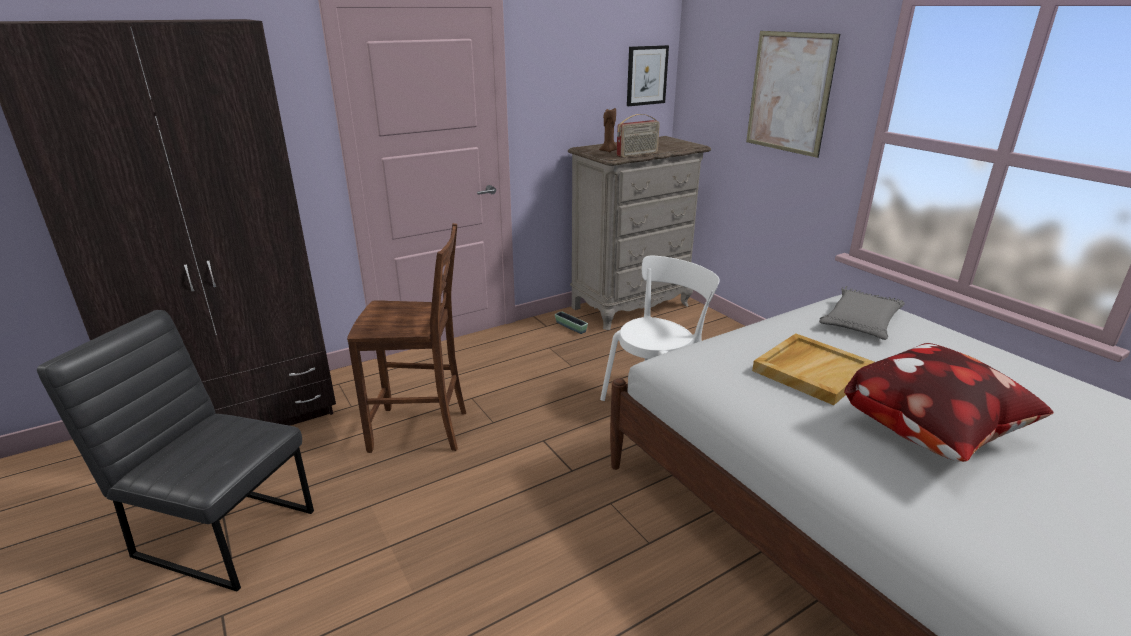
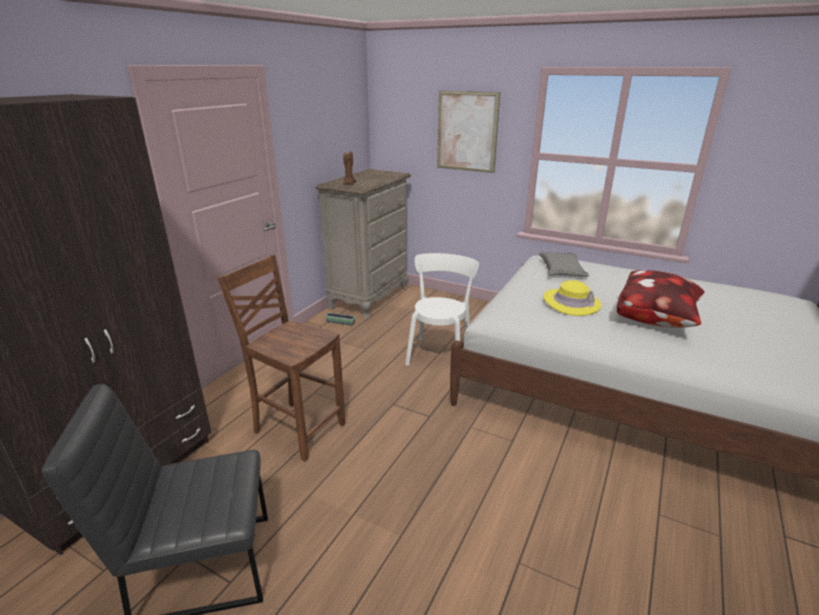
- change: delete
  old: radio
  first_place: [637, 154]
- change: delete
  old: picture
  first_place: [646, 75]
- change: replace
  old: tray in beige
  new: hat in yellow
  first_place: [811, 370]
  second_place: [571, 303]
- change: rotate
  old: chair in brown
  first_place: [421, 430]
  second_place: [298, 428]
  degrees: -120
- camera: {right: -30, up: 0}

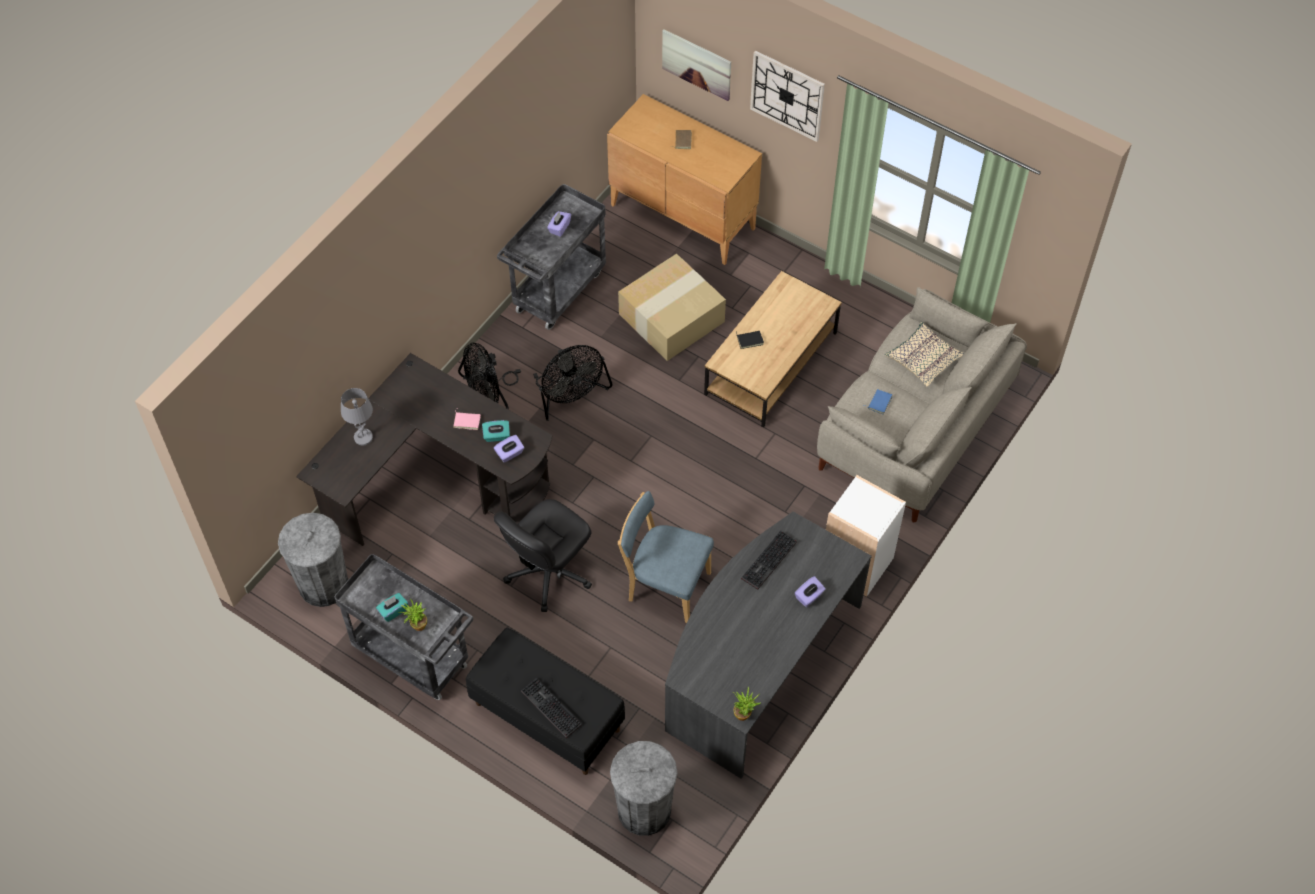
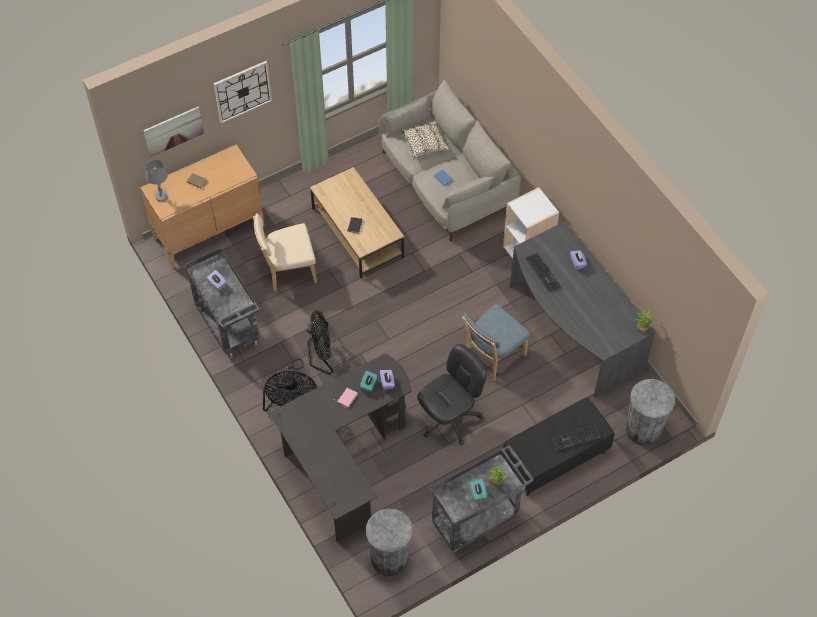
- change: move
  old: table lamp in grey
  first_place: [363, 437]
  second_place: [161, 196]
- change: replace
  old: cardboard box
  new: chair in beige
  first_place: [671, 316]
  second_place: [288, 271]
- change: rotate
  old: office chair in black
  first_place: [548, 572]
  second_place: [449, 418]
  degrees: -105
- camera: {right: -65, up: 0}

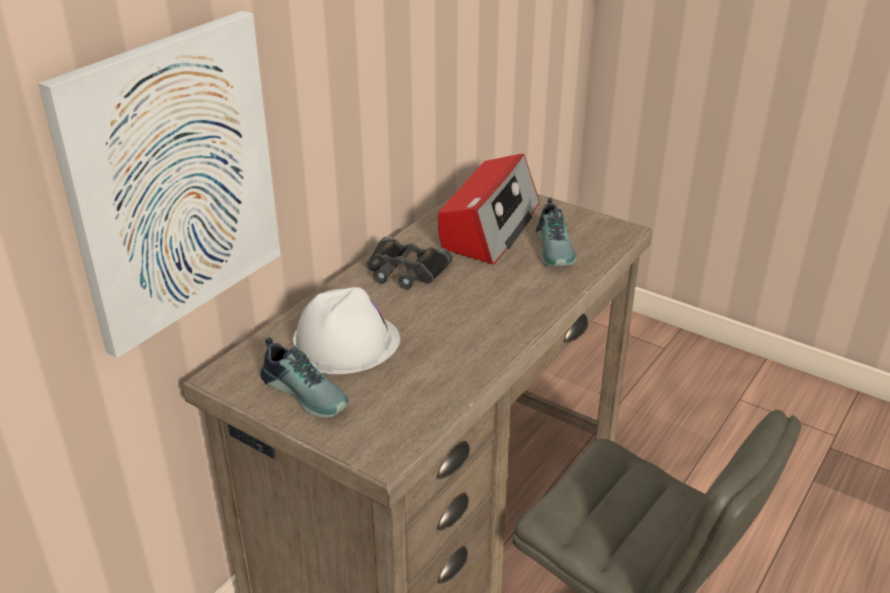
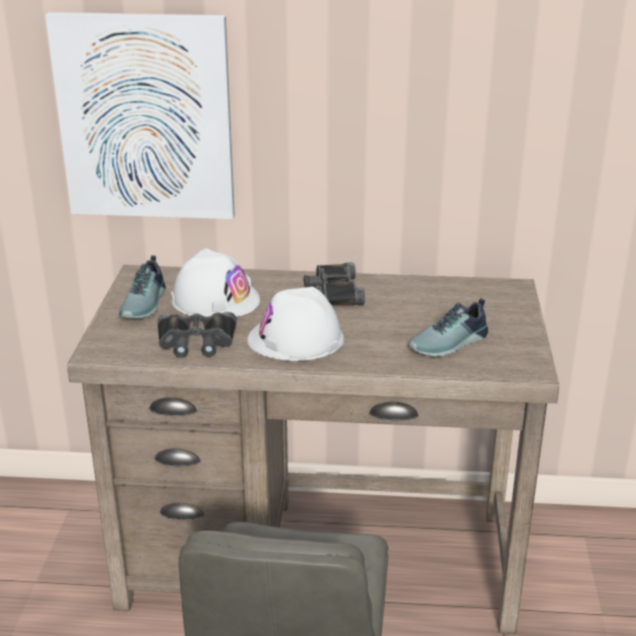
- change: delete
  old: radio
  first_place: [489, 227]
- change: insert
  new: binoculars in black
  second_place: [196, 342]
- change: insert
  new: hard hat in white
  second_place: [296, 339]
- camera: {right: 60, up: -5}

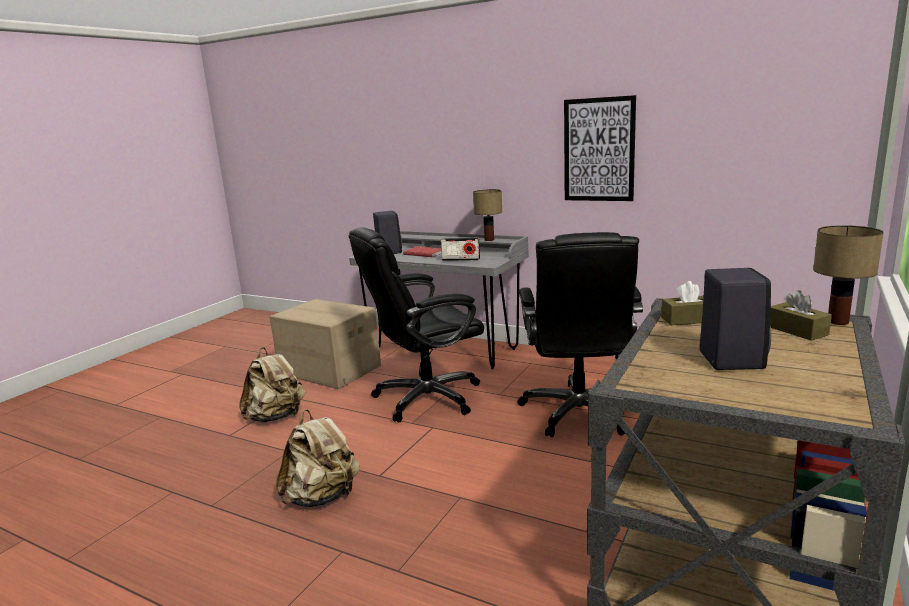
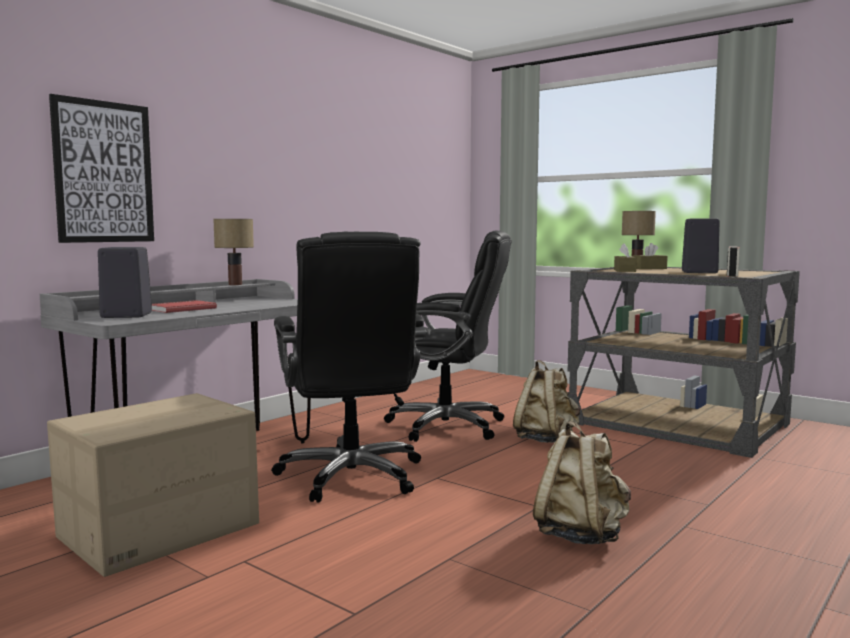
- change: move
  old: backpack in beige
  first_place: [276, 417]
  second_place: [546, 440]
- change: move
  old: radio
  first_place: [461, 259]
  second_place: [732, 275]
- change: move
  old: picture
  first_place: [599, 150]
  second_place: [103, 172]
- camera: {right: -80, up: -10}

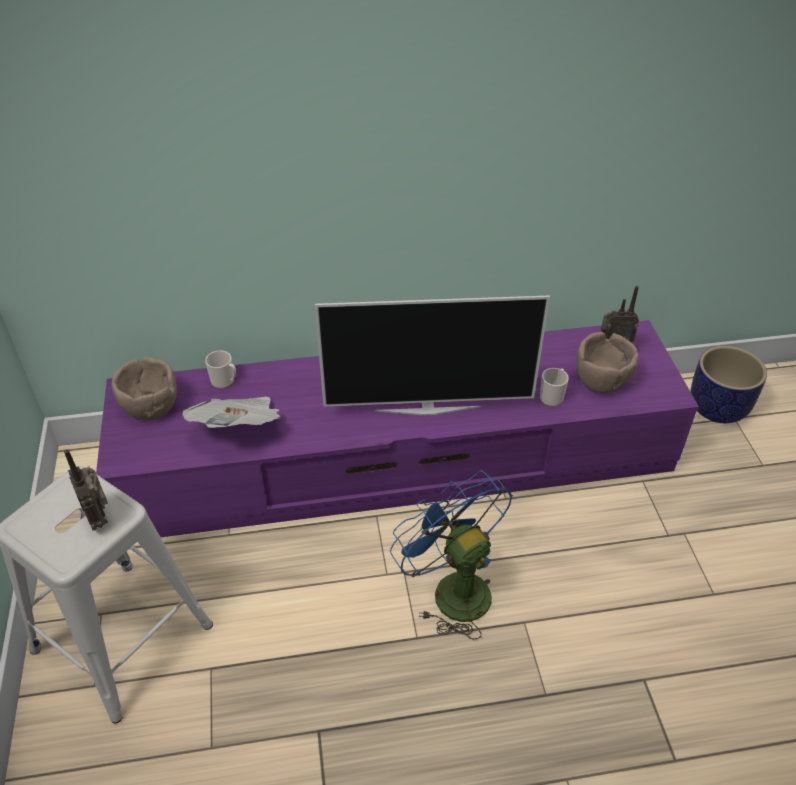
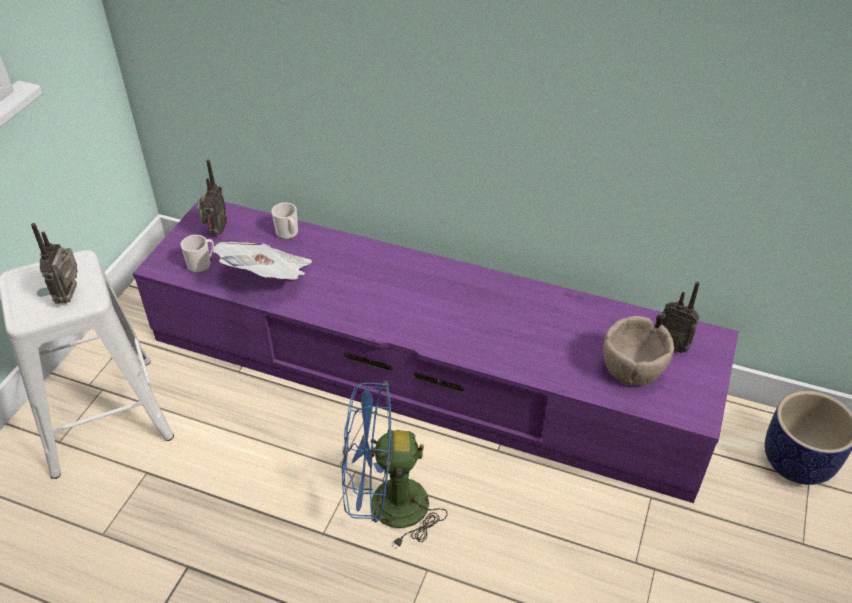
- change: delete
  old: television
  first_place: [427, 407]
- change: move
  old: mug
  first_place: [552, 396]
  second_place: [202, 264]
- change: replace
  old: bowl in brown
  new: radio
  first_place: [150, 407]
  second_place: [215, 232]
- change: rotate
  old: fan in blue
  first_place: [452, 588]
  second_place: [385, 507]
  degrees: -90
- camera: {right: 30, up: 0}

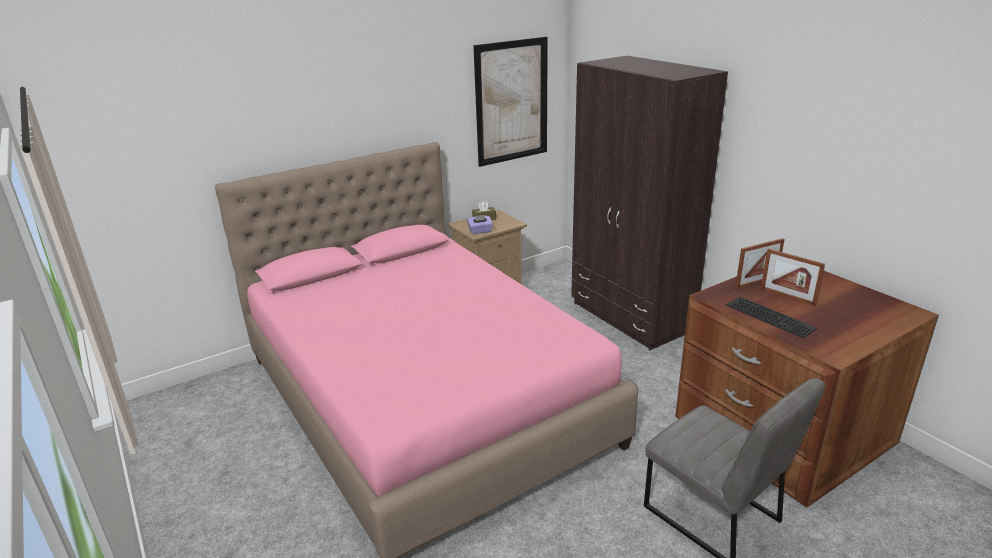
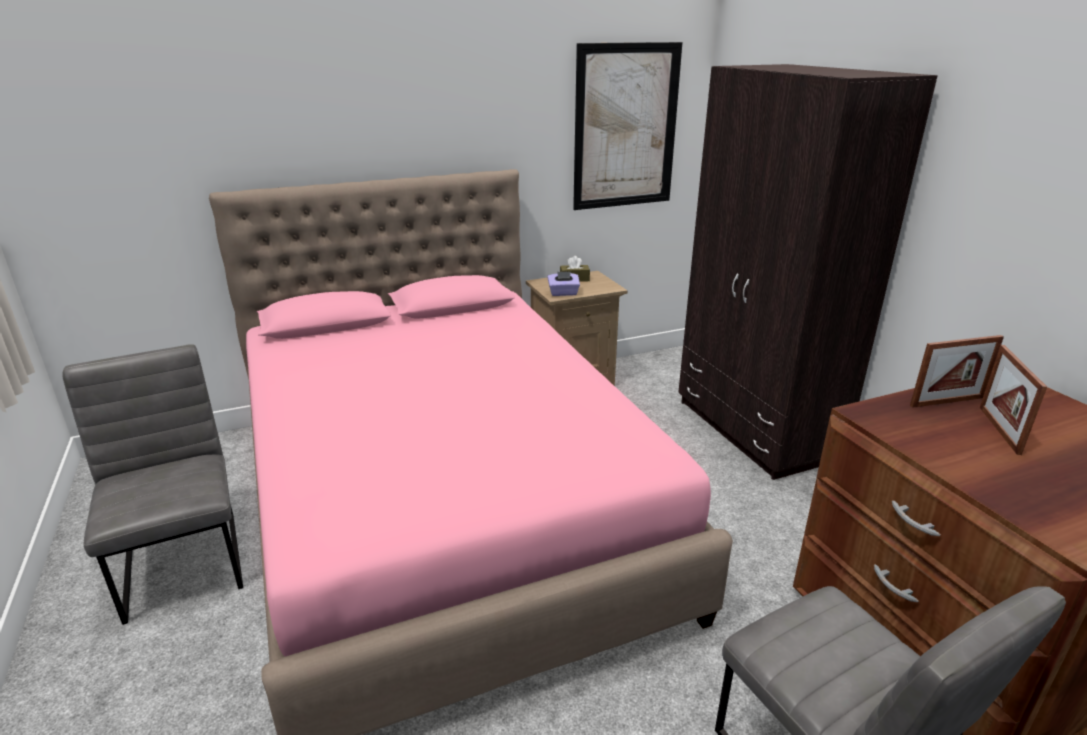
- change: delete
  old: keyboard
  first_place: [771, 316]
- change: insert
  new: chair in grey
  second_place: [184, 560]
- change: rotate
  old: picture frame
  first_place: [787, 296]
  second_place: [999, 430]
  degrees: 45
- camera: {right: 10, up: 0}

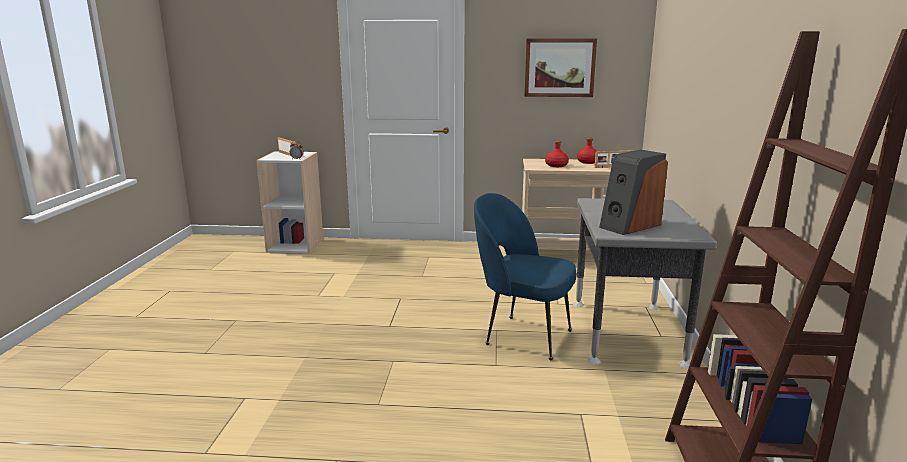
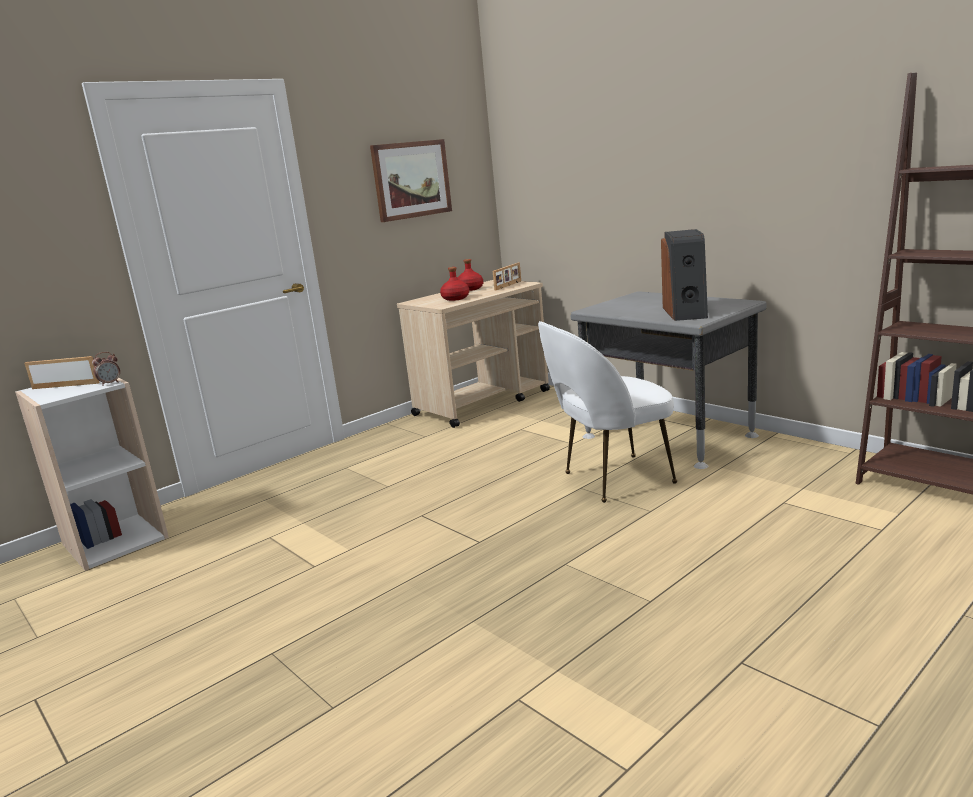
- change: recolor
  old: chair in blue
  new: chair in white
  first_place: [522, 336]
  second_place: [610, 480]
- camera: {right: -45, up: 0}

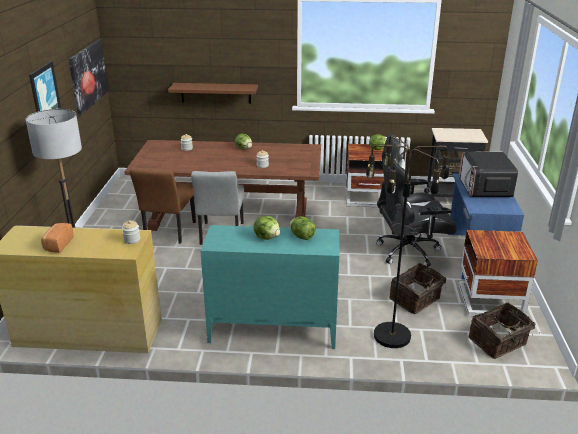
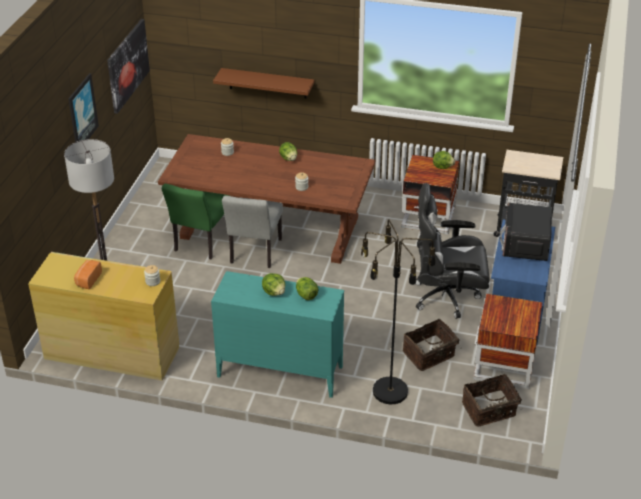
- change: recolor
  old: chair in brown
  new: chair in green
  first_place: [168, 233]
  second_place: [200, 244]
- camera: {right: 10, up: 10}

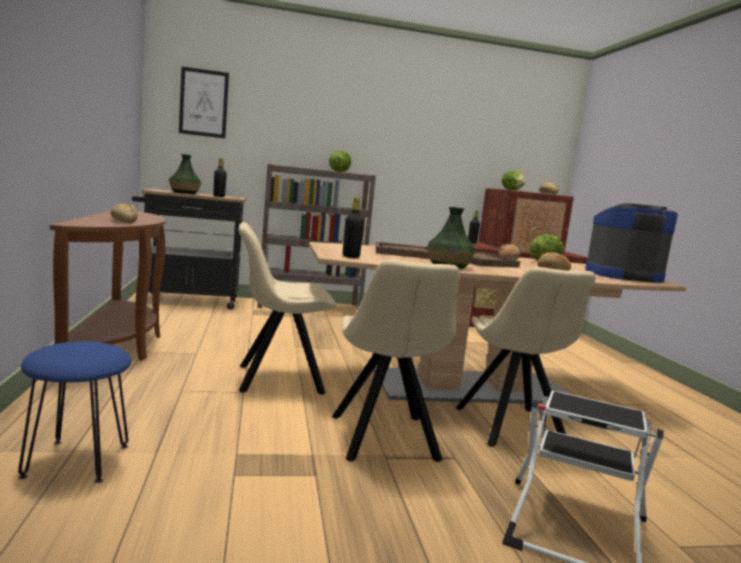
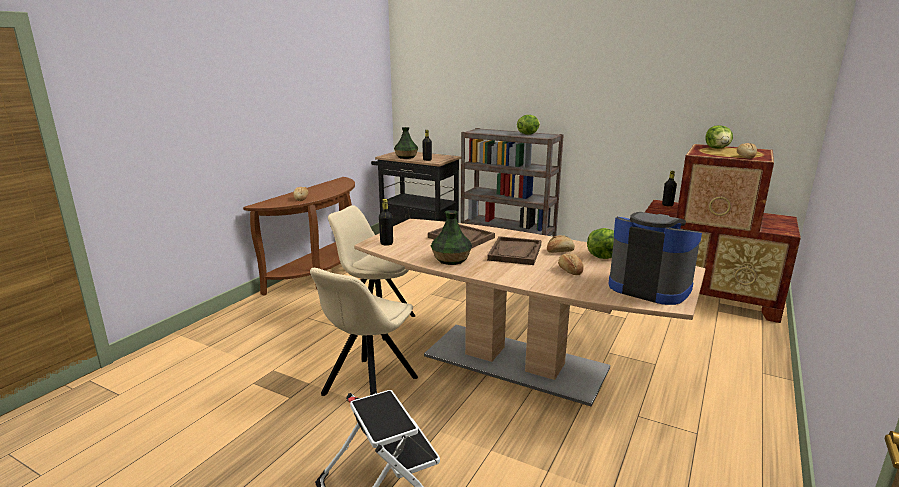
- change: delete
  old: stool in blue
  first_place: [77, 461]
- change: delete
  old: picture
  first_place: [203, 103]
- change: delete
  old: chair in beige
  first_place: [510, 427]
- camera: {right: 40, up: 10}

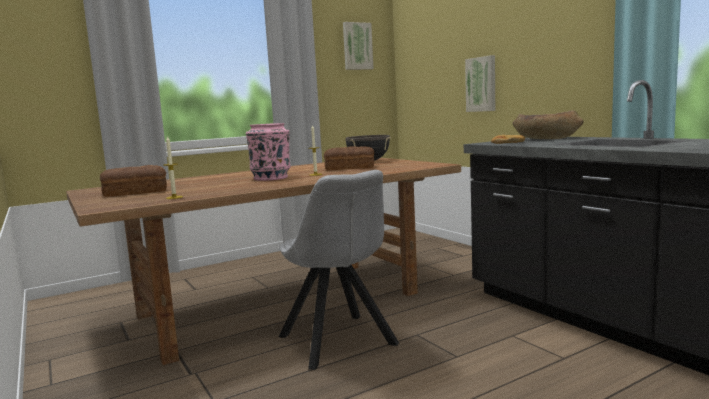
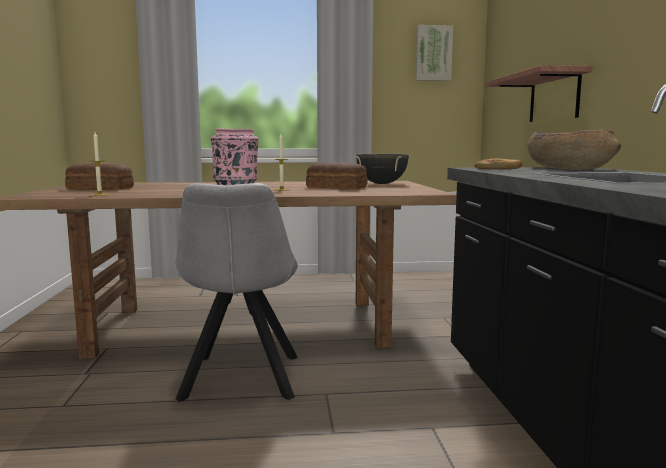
- change: replace
  old: picture
  new: shelf
  first_place: [481, 84]
  second_place: [554, 97]
- camera: {right: 25, up: 0}

